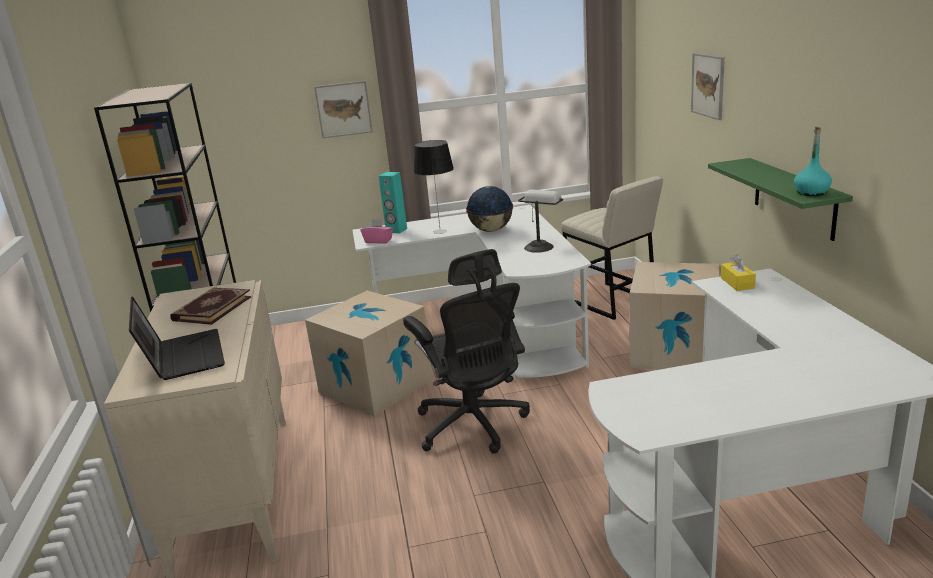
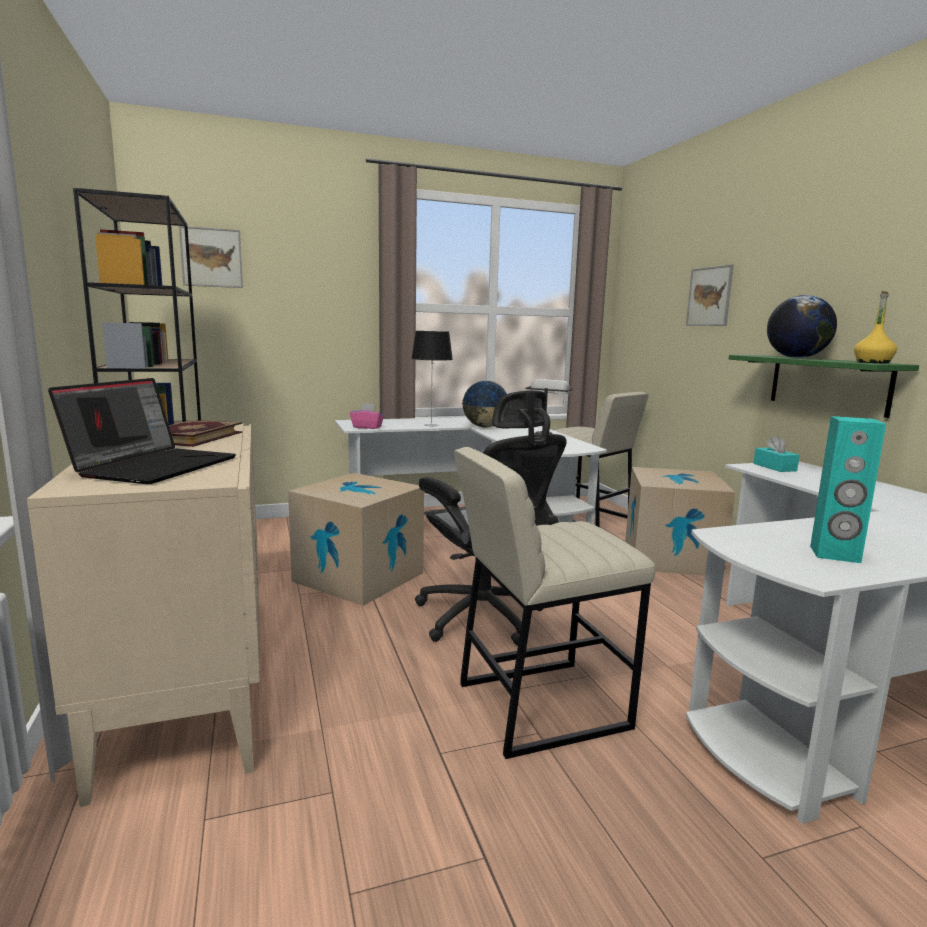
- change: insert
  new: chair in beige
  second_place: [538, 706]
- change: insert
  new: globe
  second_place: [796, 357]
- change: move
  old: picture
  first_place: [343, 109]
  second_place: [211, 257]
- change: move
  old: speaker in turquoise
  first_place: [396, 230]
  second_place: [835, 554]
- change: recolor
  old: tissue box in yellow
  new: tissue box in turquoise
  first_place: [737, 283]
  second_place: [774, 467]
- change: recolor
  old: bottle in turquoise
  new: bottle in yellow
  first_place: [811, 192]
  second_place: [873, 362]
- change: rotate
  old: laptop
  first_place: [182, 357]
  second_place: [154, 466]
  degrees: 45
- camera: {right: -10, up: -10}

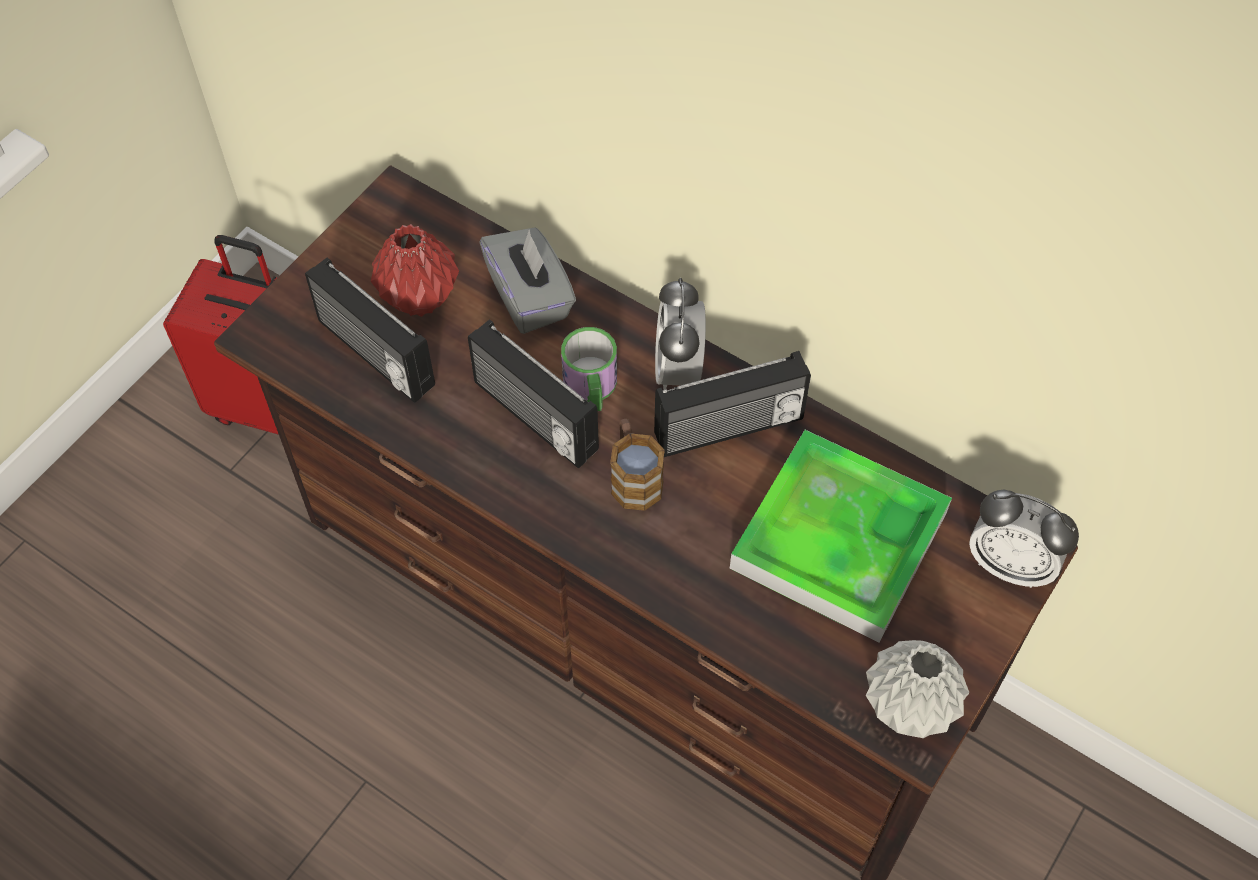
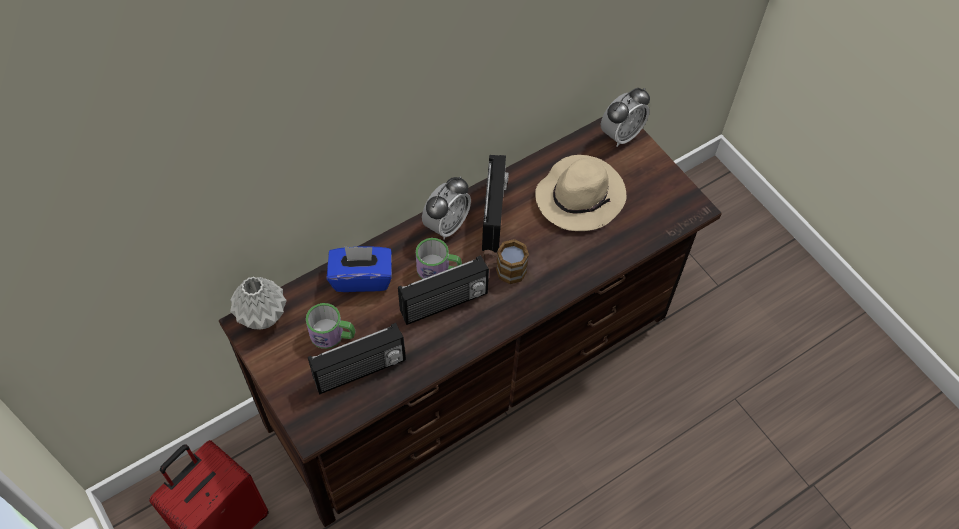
- change: move
  old: vase in grey
  first_place: [906, 707]
  second_place: [261, 317]
- change: replace
  old: vase in red
  new: mug
  first_place: [419, 300]
  second_place: [333, 335]
- change: replace
  old: tray
  new: hat in beige
  first_place: [839, 540]
  second_place: [580, 196]
- change: recolor
  old: tissue box in grey
  new: tissue box in blue
  first_place: [530, 297]
  second_place: [361, 278]
- change: rotate
  old: alarm clock
  first_place: [678, 369]
  second_place: [446, 225]
  degrees: -75
- camera: {right: -70, up: 0}

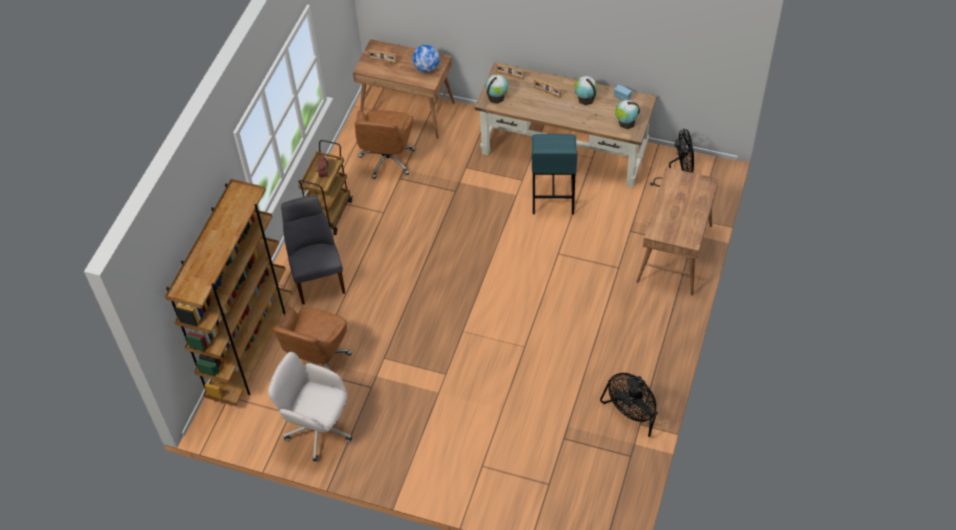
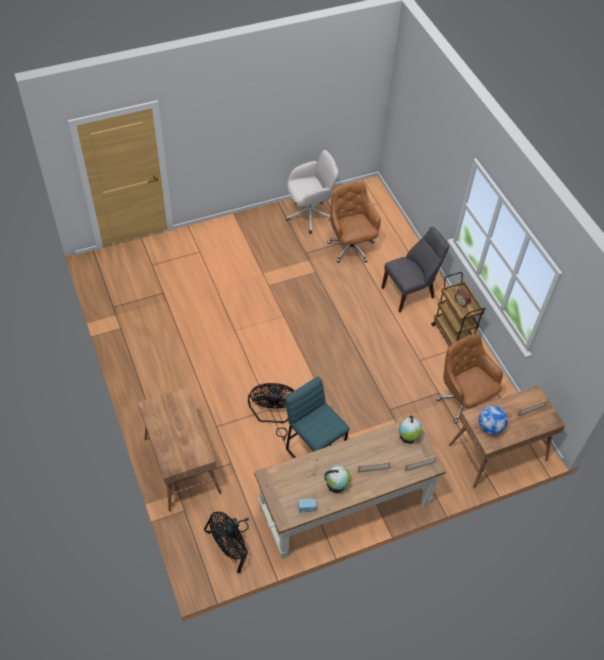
- change: delete
  old: bookcase in brown
  first_place: [251, 351]
- change: delete
  old: globe
  first_place: [625, 123]
- change: move
  old: fan in black
  first_place: [632, 410]
  second_place: [274, 416]
- change: rotate
  old: chair in grey
  first_place: [317, 276]
  second_place: [410, 292]
  degrees: -60
- camera: {right: 135, up: 0}

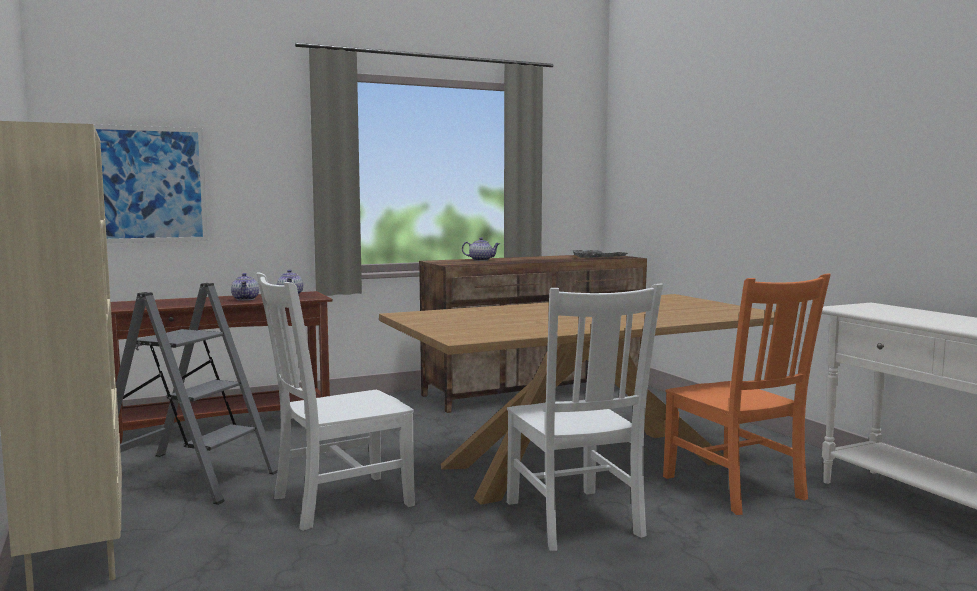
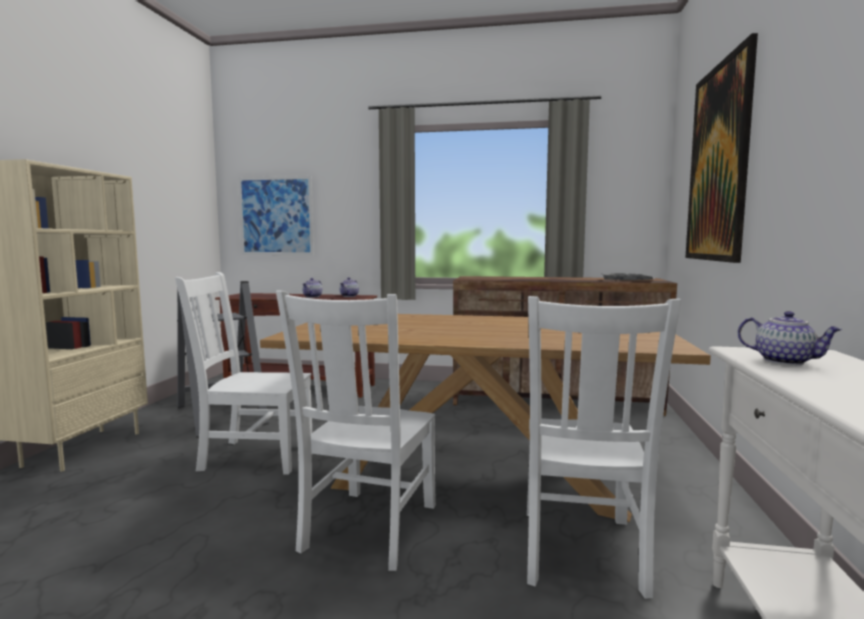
- change: insert
  new: picture
  second_place: [718, 163]
- change: move
  old: teapot
  first_place: [481, 260]
  second_place: [785, 361]
- change: recolor
  old: chair in orange
  new: chair in white
  first_place: [736, 489]
  second_place: [581, 553]
- camera: {right: 35, up: 0}

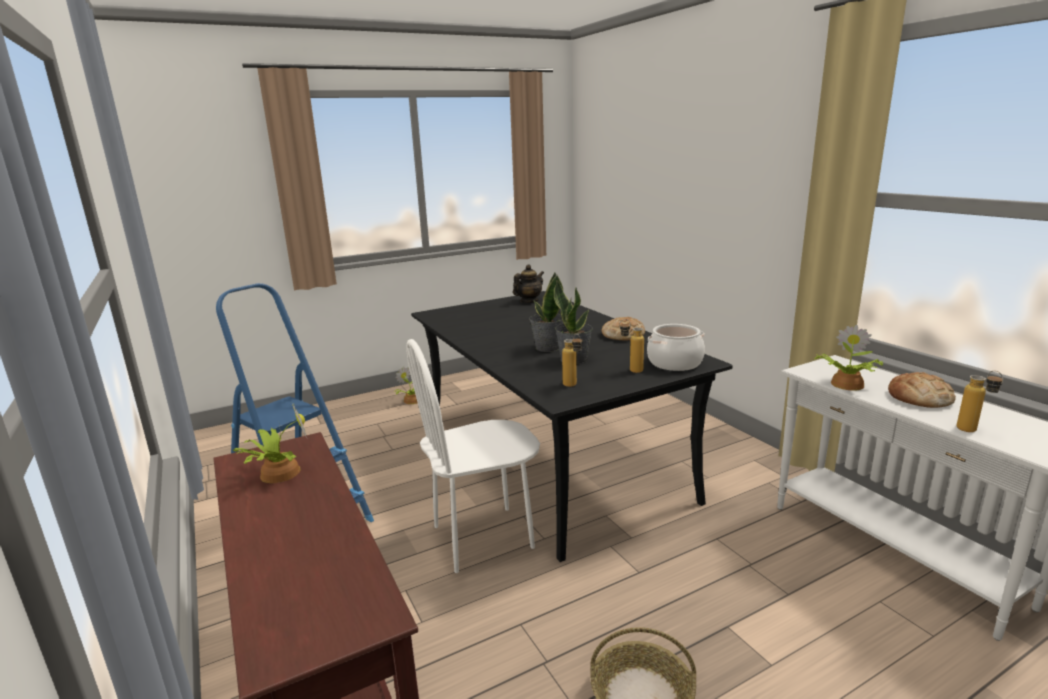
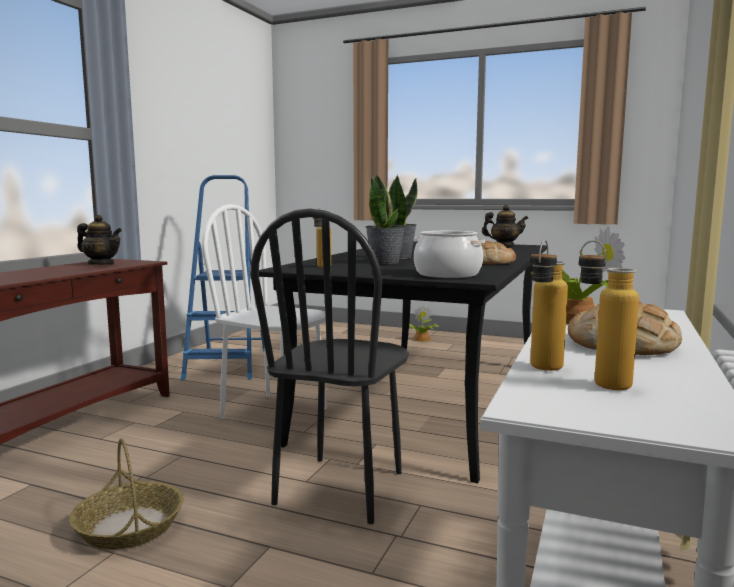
- change: insert
  new: chair in black
  second_place: [341, 488]
- change: move
  old: bottle
  first_place: [630, 370]
  second_place: [599, 381]
- change: replace
  old: potted plant
  new: teapot
  first_place: [278, 473]
  second_place: [101, 264]
- camera: {right: 50, up: -10}

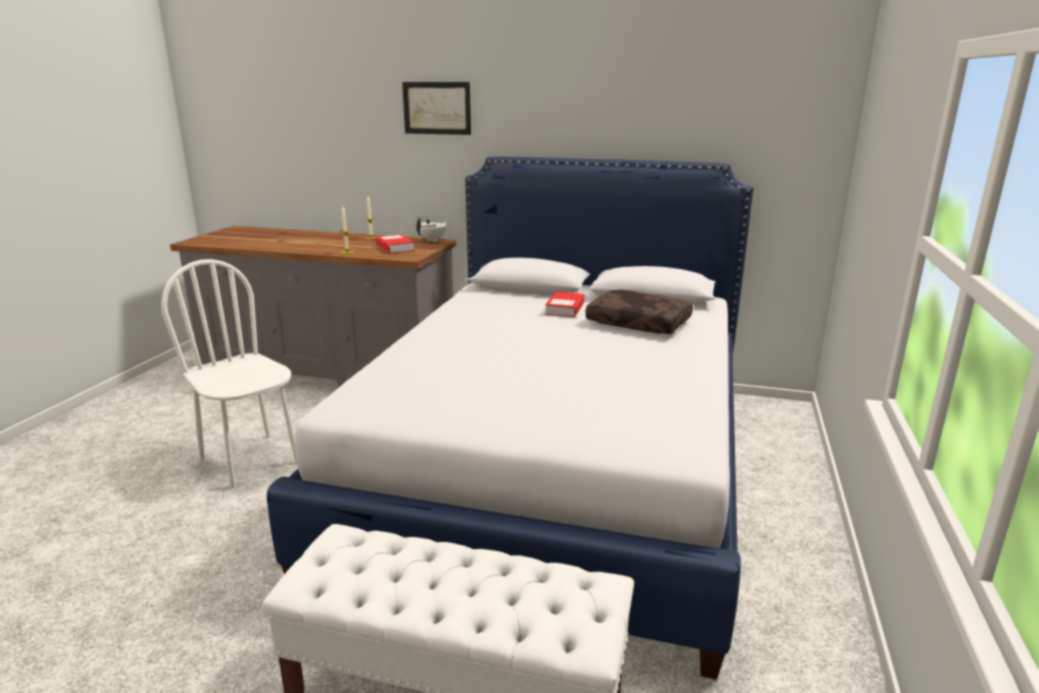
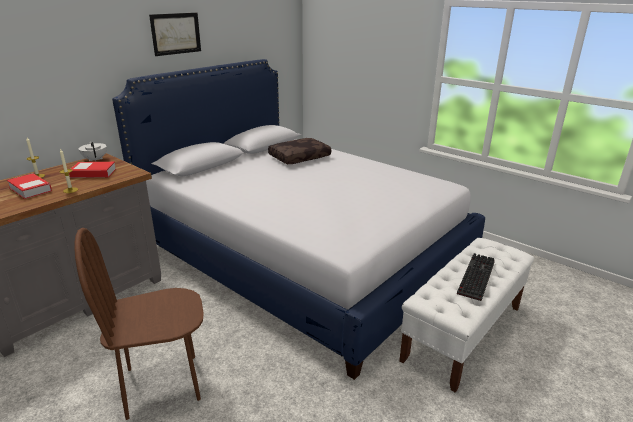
- change: insert
  new: keyboard
  second_place: [475, 276]
- change: move
  old: picture
  first_place: [437, 108]
  second_place: [176, 33]
- change: move
  old: book
  first_place: [565, 309]
  second_place: [30, 189]
- change: recolor
  old: chair in white
  new: chair in brown
  first_place: [250, 461]
  second_place: [162, 384]
- camera: {right: -65, up: 5}

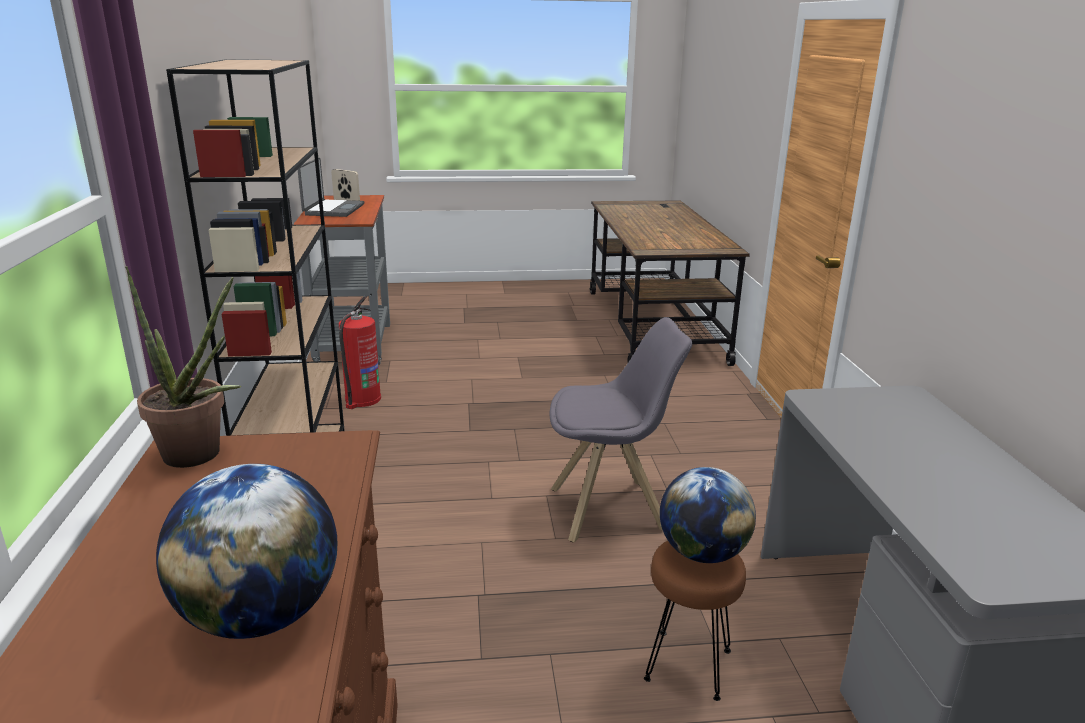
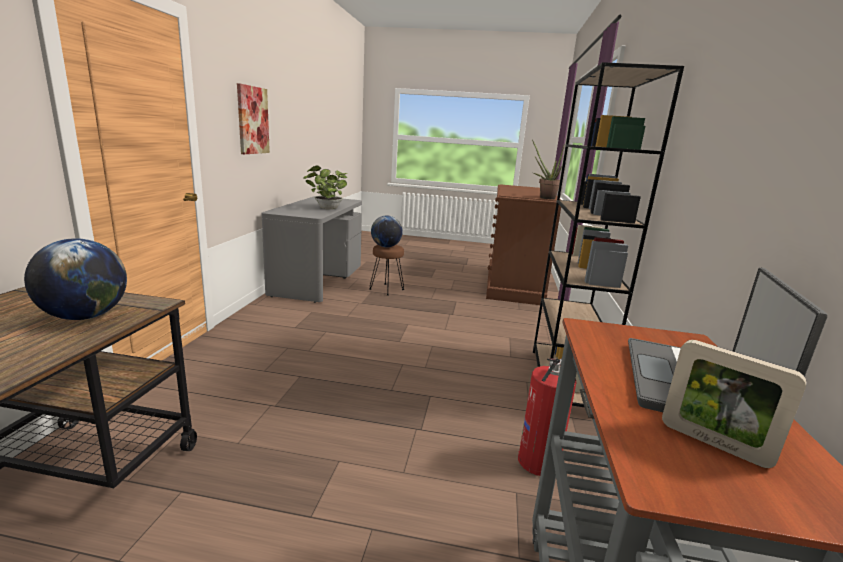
- change: delete
  old: chair in grey
  first_place: [609, 509]
- change: insert
  new: picture
  second_place: [252, 120]
- change: insert
  new: potted plant
  second_place: [327, 208]
- change: move
  old: globe
  first_place: [261, 616]
  second_place: [85, 316]
- camera: {right: -165, up: -5}

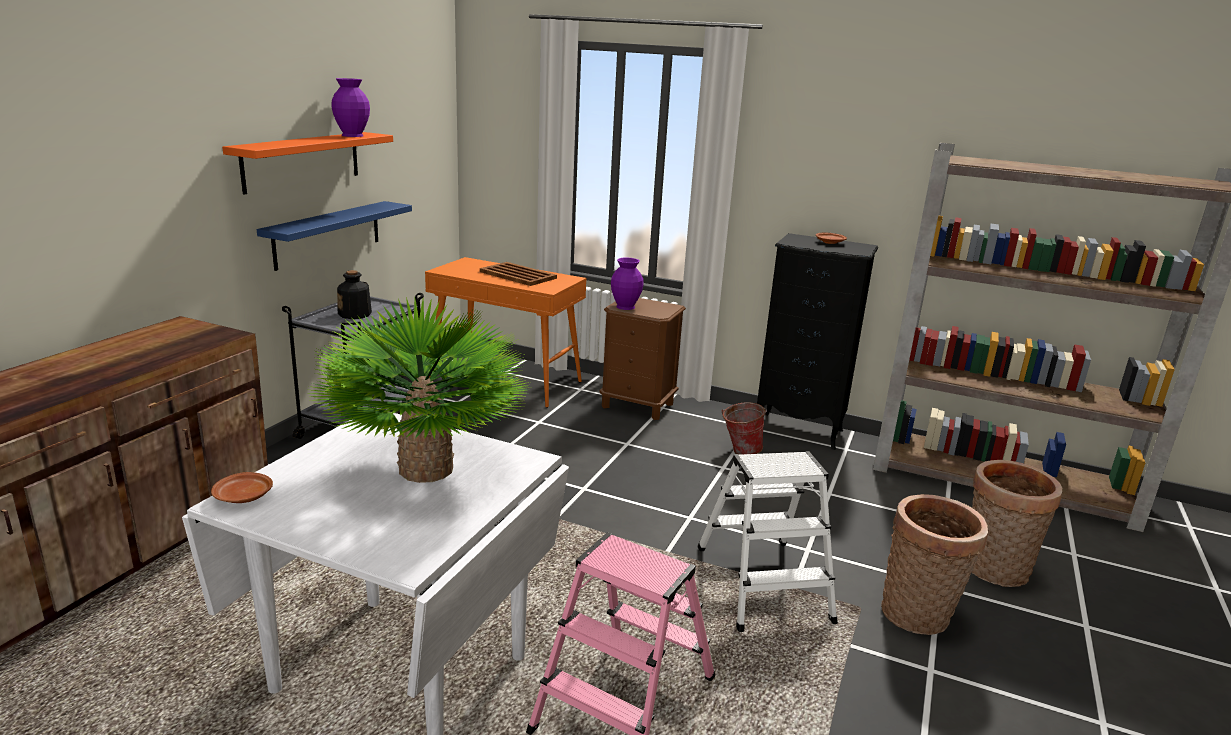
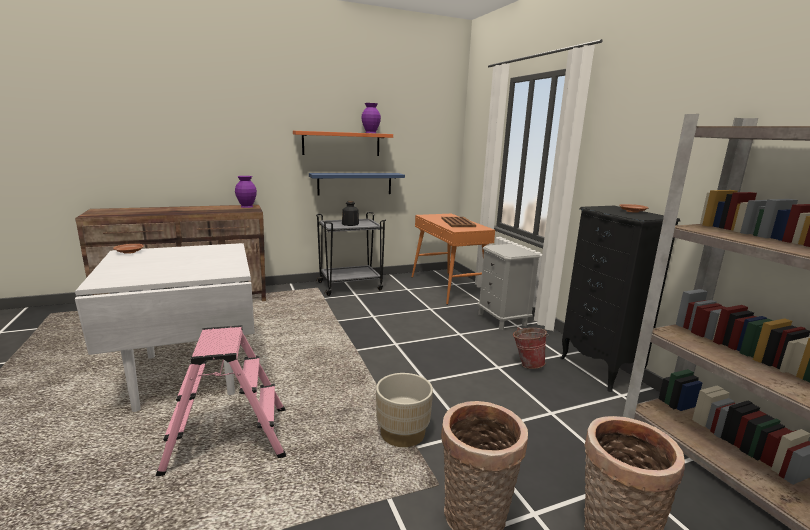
- change: delete
  old: potted plant
  first_place: [426, 469]
- change: move
  old: vase in purple
  first_place: [625, 307]
  second_place: [247, 206]
- change: replace
  old: step ladder in white
  new: planter in beige
  first_place: [762, 583]
  second_place: [403, 433]
- change: recolor
  old: nightstand in brown
  new: nightstand in grey
  first_place: [638, 405]
  second_place: [502, 319]
- camera: {right: 45, up: -5}

